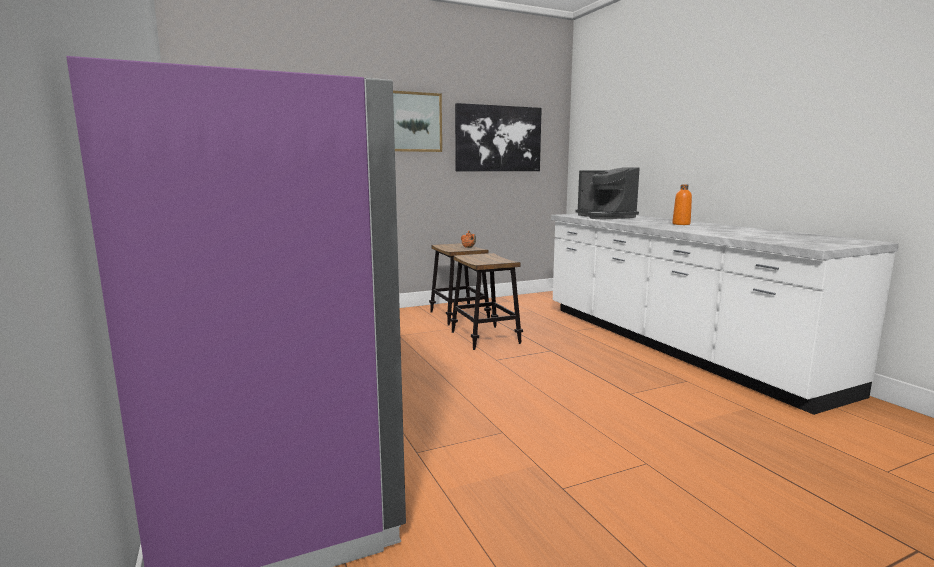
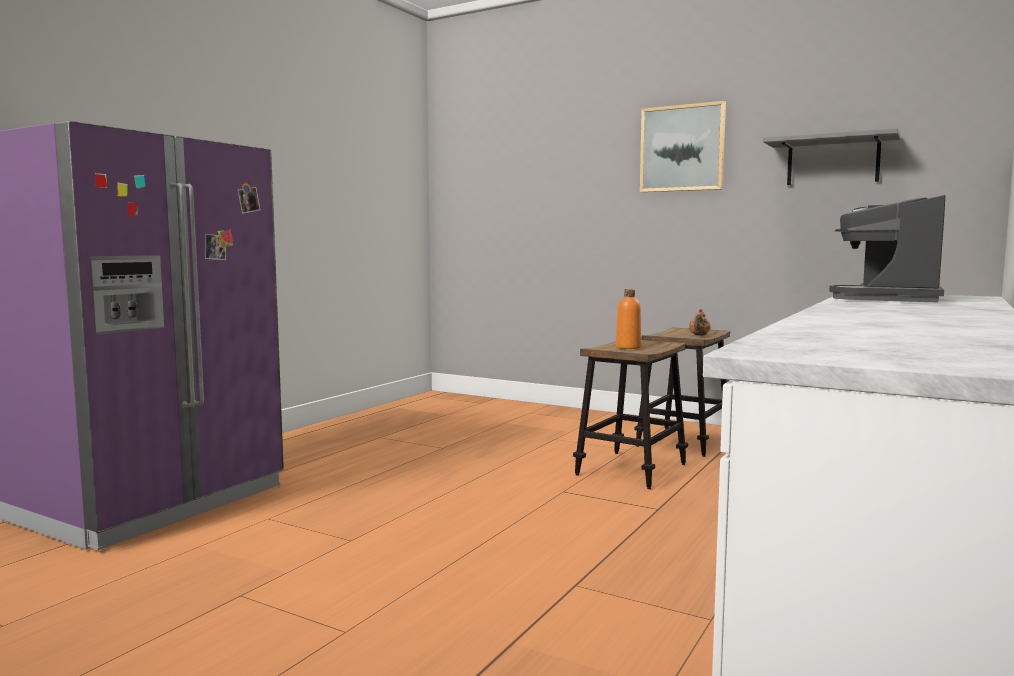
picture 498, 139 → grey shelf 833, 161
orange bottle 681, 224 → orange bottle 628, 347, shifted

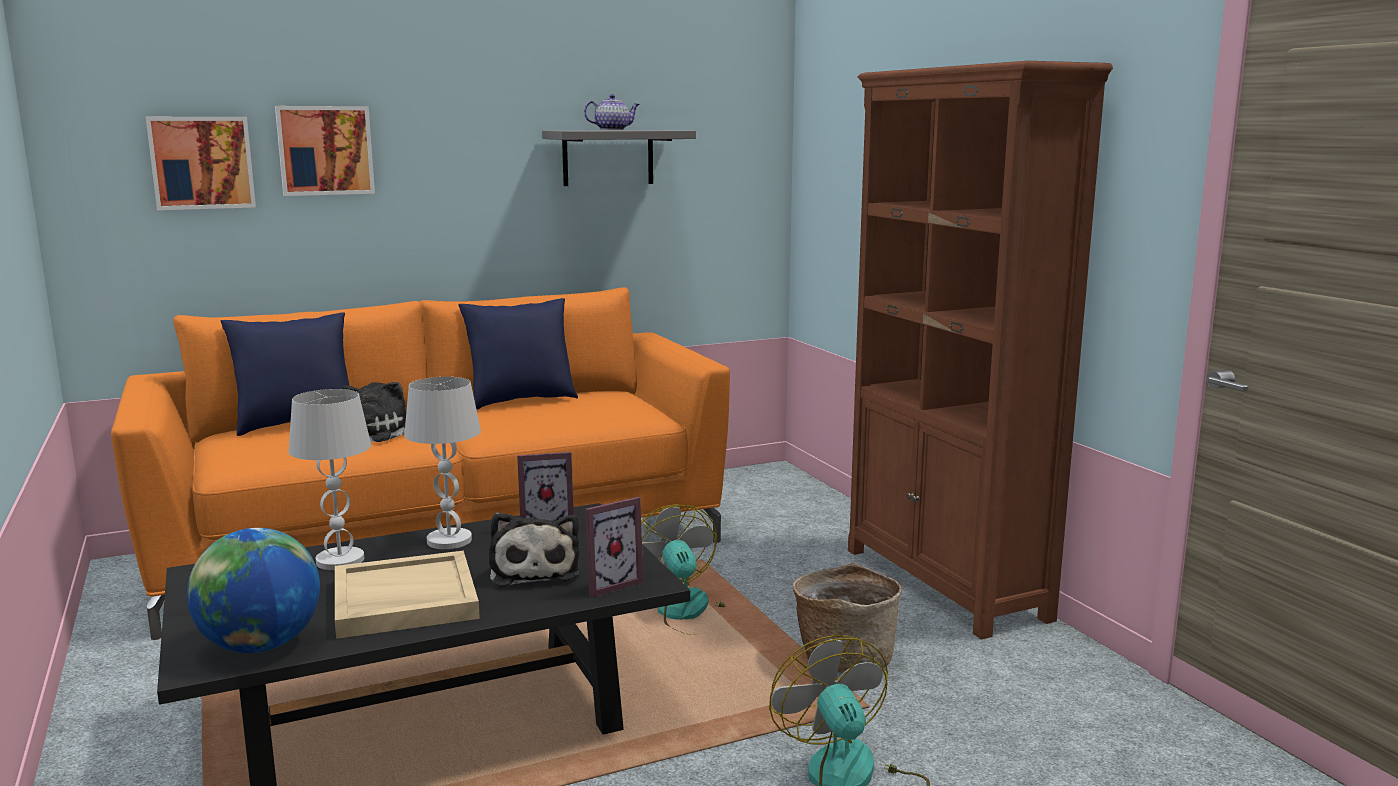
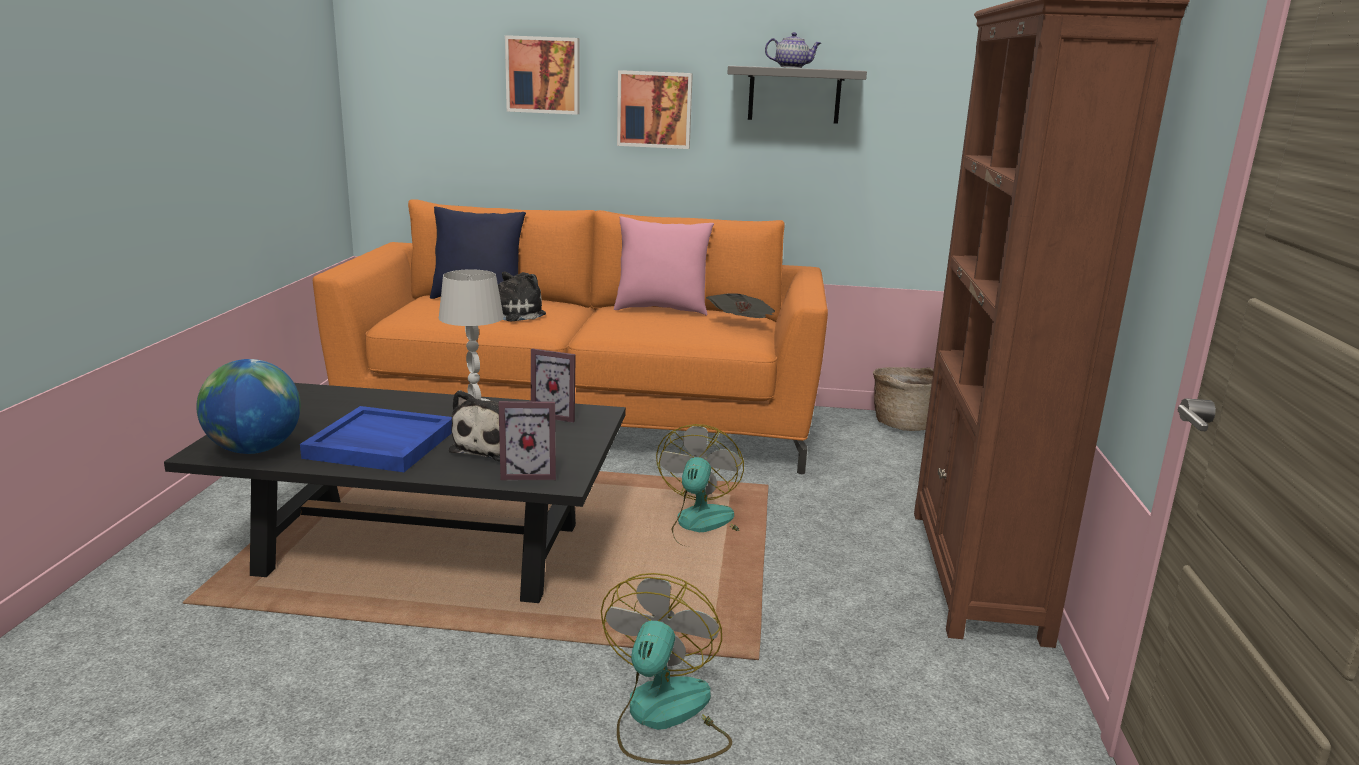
picture 202, 162 → picture 654, 109, shifted
blue pillow 521, 401 → pink pillow 661, 309
white table lamp 340, 560 → -
beige tray 403, 600 → blue tray 379, 444
basket 844, 659 → basket 903, 424, shifted
- → newspaper 741, 325

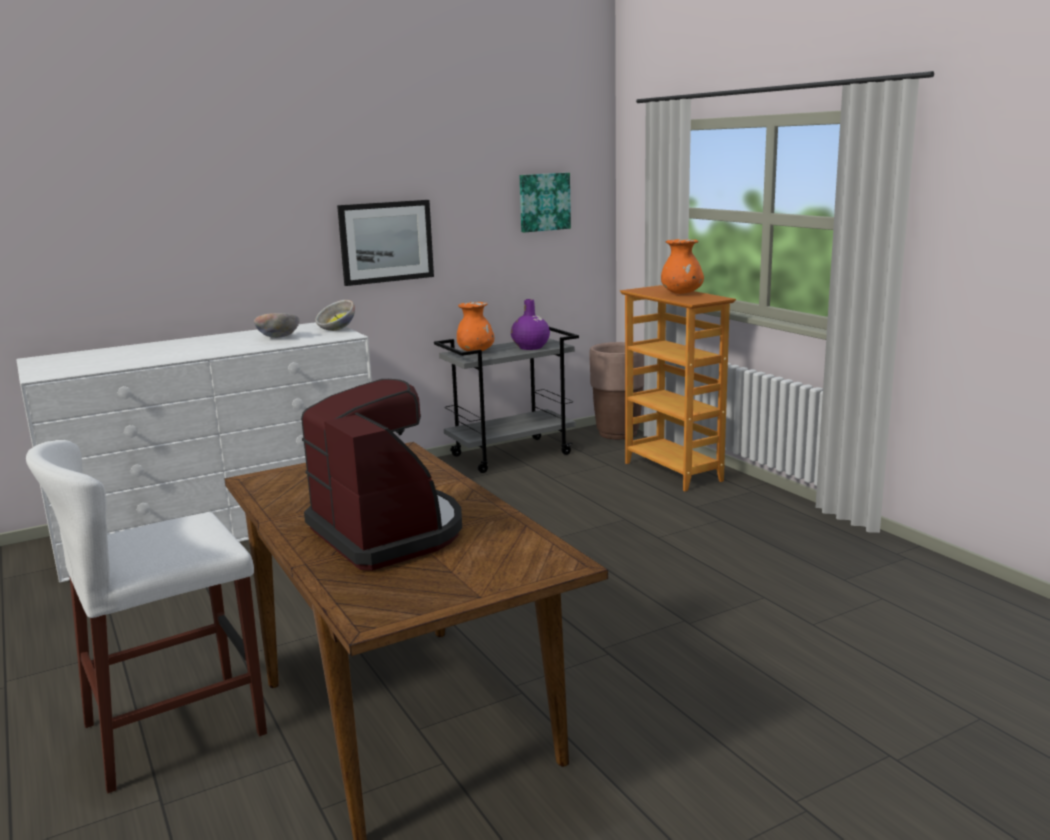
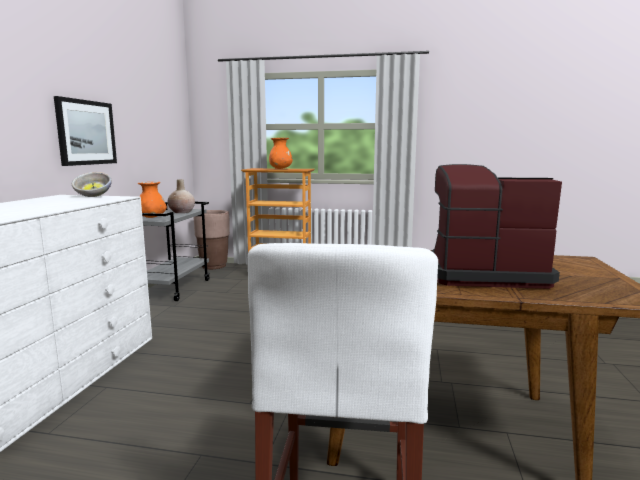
picture 544, 202 → -
purple vase 530, 347 → beige vase 182, 212
bowl 278, 338 → -

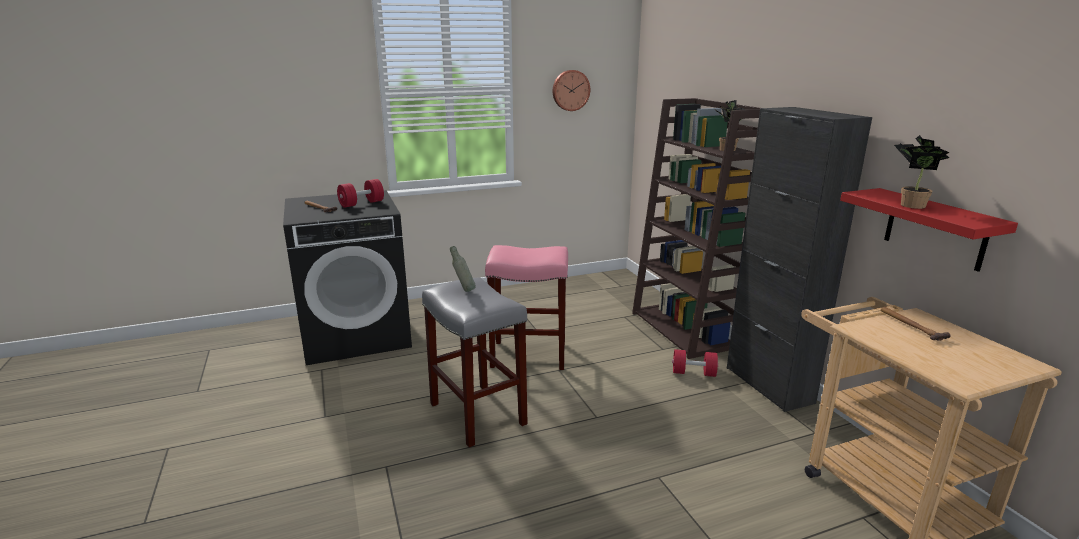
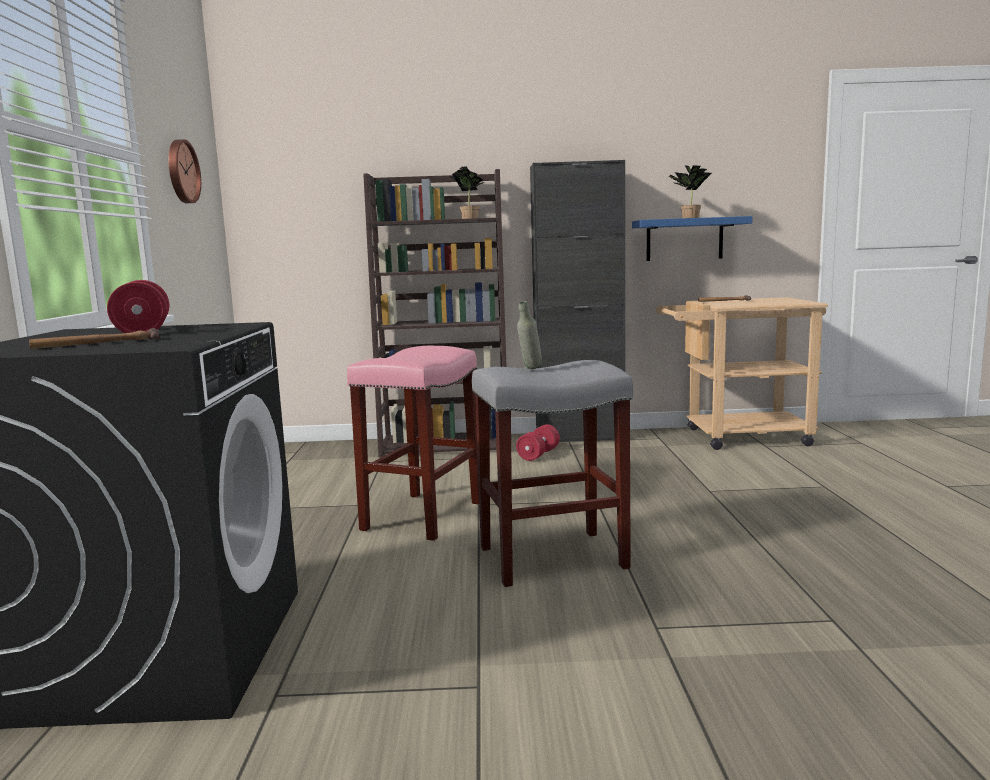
red shelf 935, 229 → blue shelf 684, 239

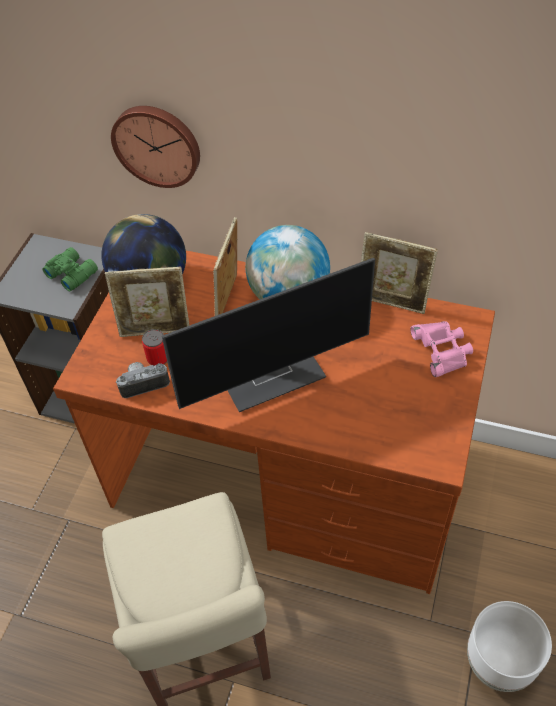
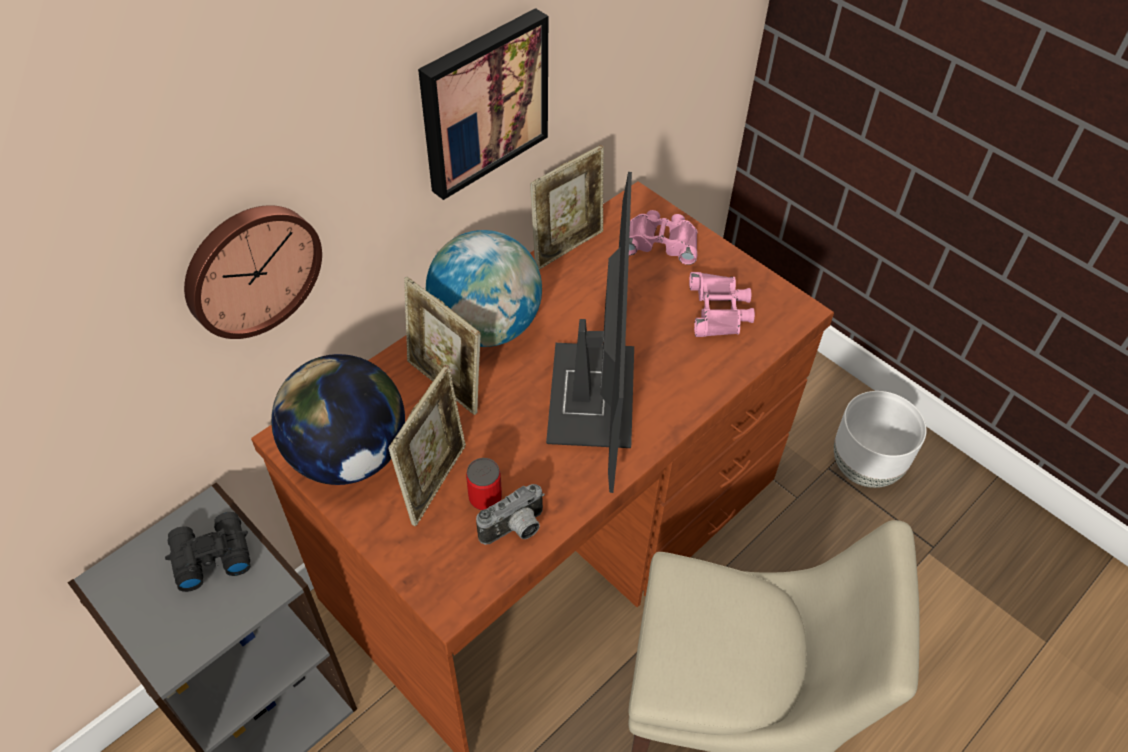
green binoculars 72, 273 → black binoculars 210, 556
photo camera 144, 383 → photo camera 515, 530, 135 degrees counterclockwise
- → picture 482, 101
- → pink binoculars 719, 310

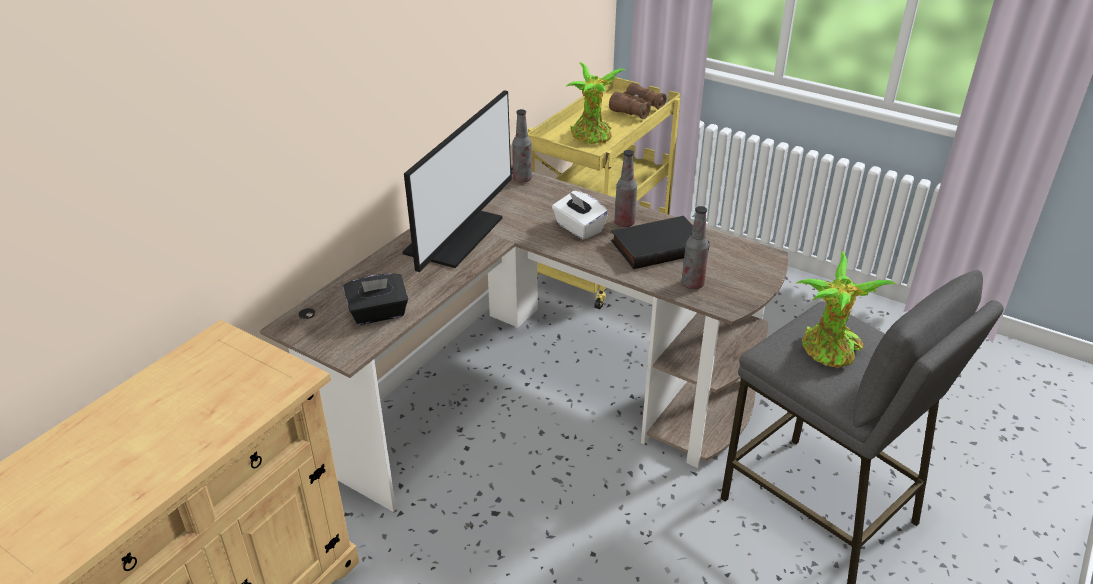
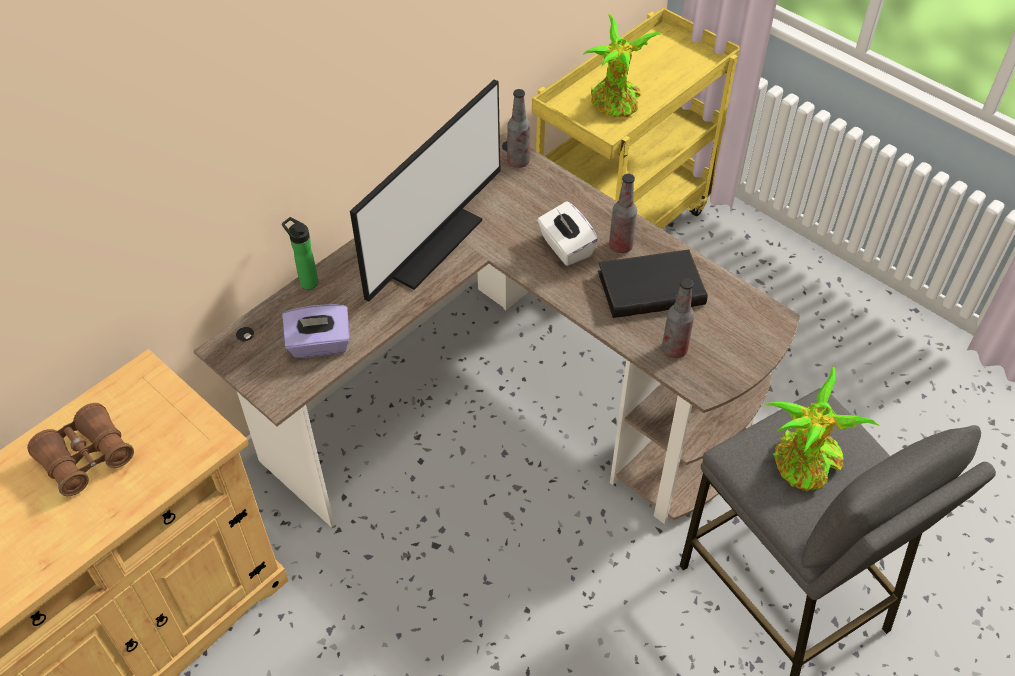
brown binoculars 637, 110 → brown binoculars 86, 458, shifted
black tissue box 378, 314 → purple tissue box 319, 345
- → bottle 306, 281

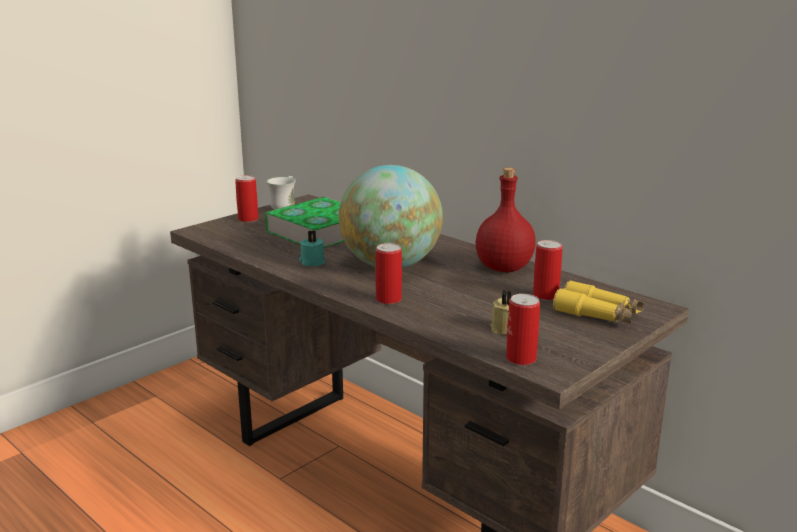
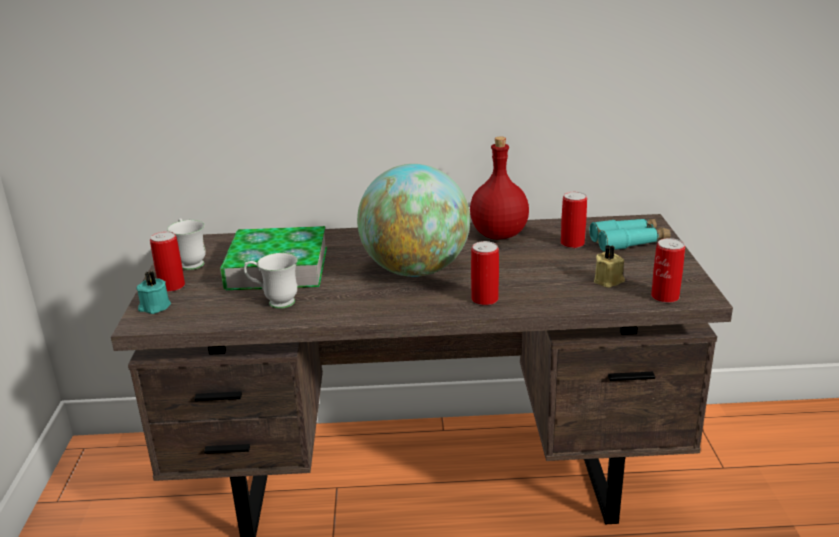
turquoise candle 312, 262 → turquoise candle 154, 307, shifted
yellow binoculars 598, 314 → turquoise binoculars 629, 242
- → white mug 274, 302

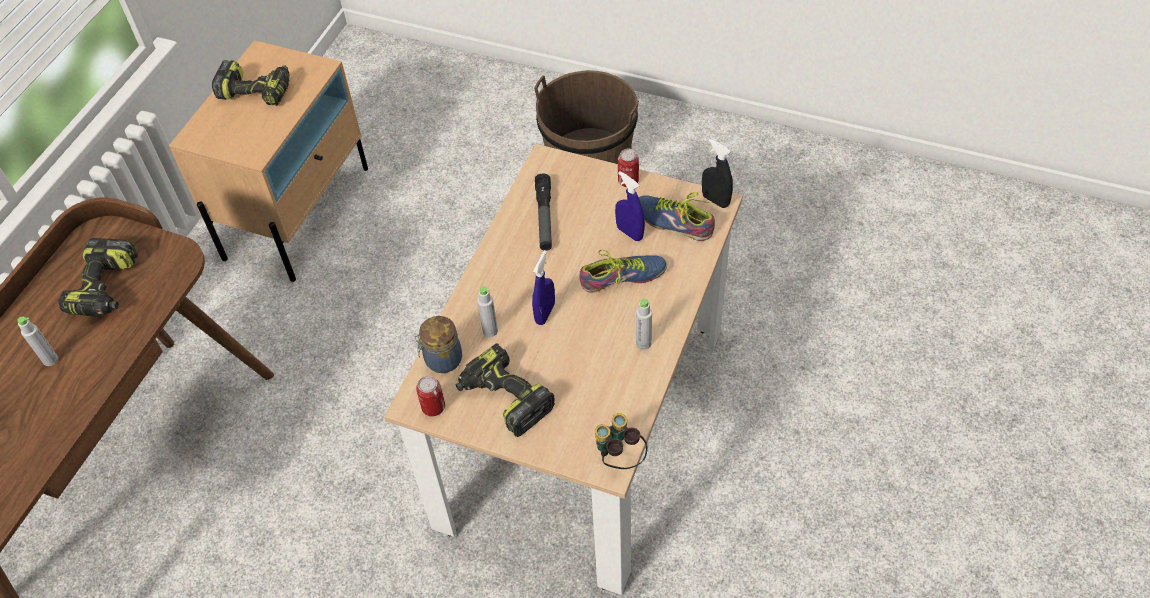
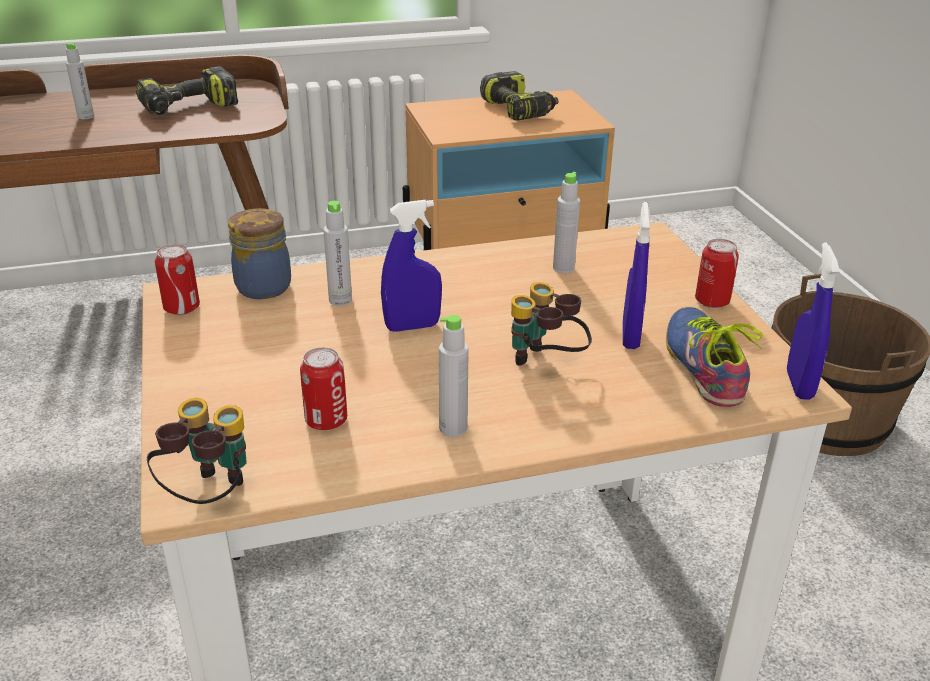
black spray bottle 715, 200 → blue spray bottle 799, 385
flashlight 544, 217 → grey bottle 563, 268
shoe 624, 279 → binoculars 546, 364
power drill 504, 398 → -
- → can 326, 420

